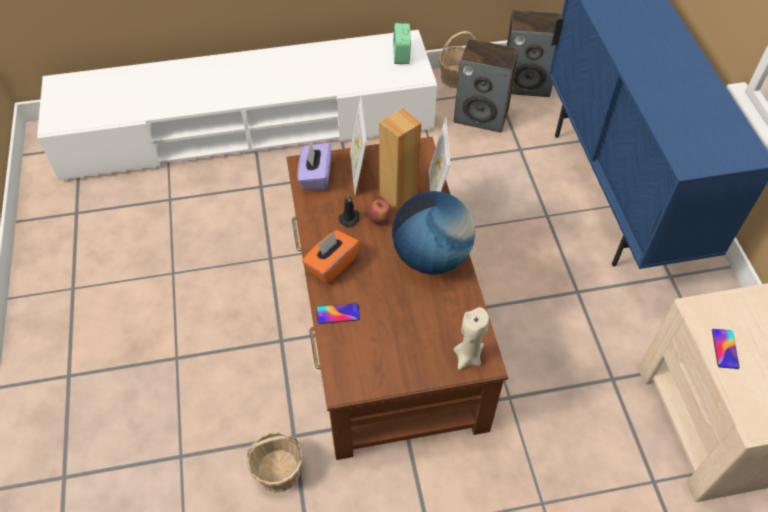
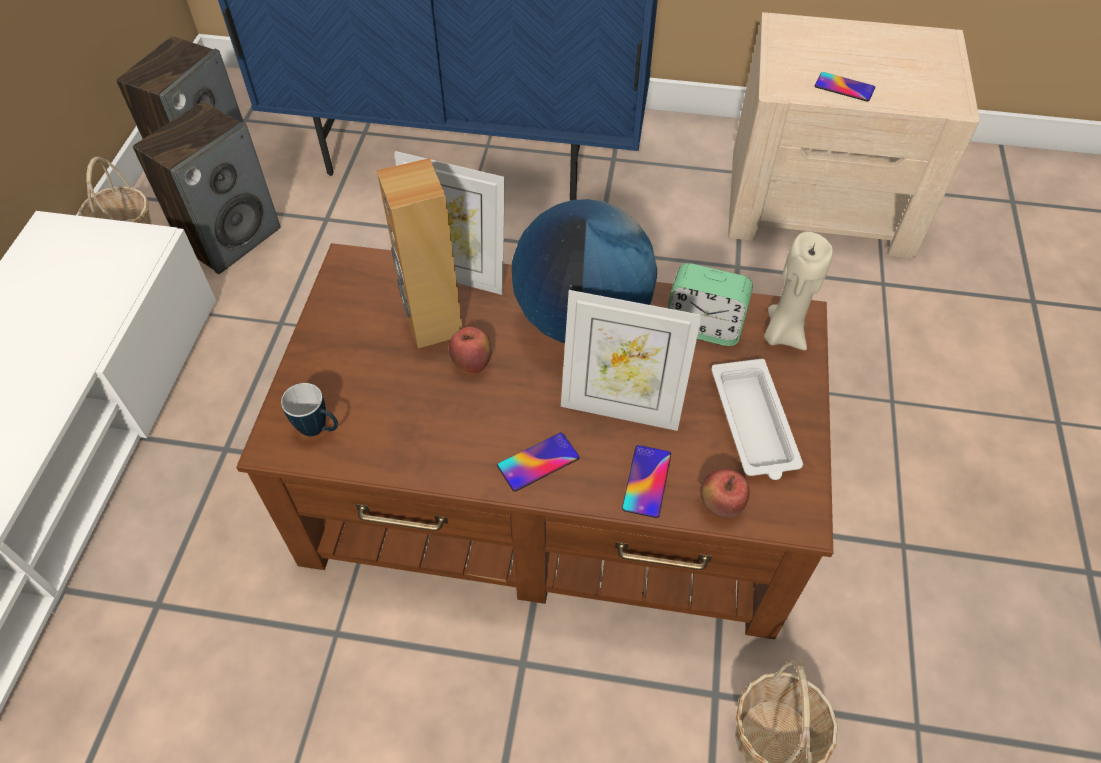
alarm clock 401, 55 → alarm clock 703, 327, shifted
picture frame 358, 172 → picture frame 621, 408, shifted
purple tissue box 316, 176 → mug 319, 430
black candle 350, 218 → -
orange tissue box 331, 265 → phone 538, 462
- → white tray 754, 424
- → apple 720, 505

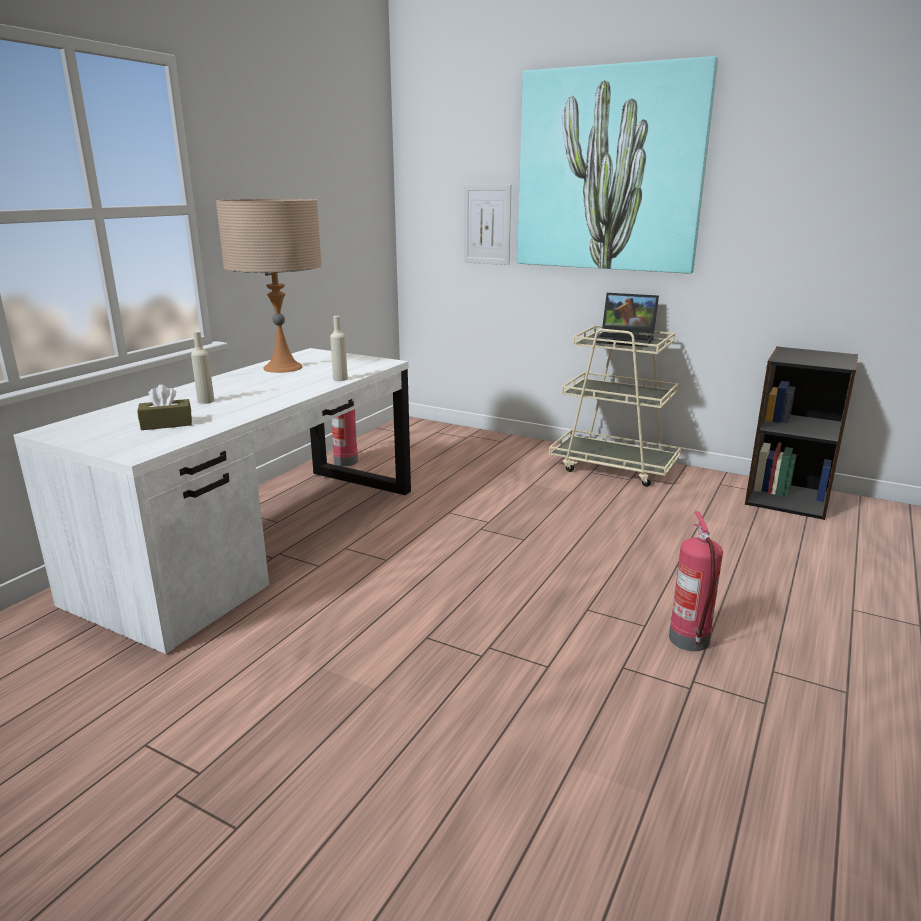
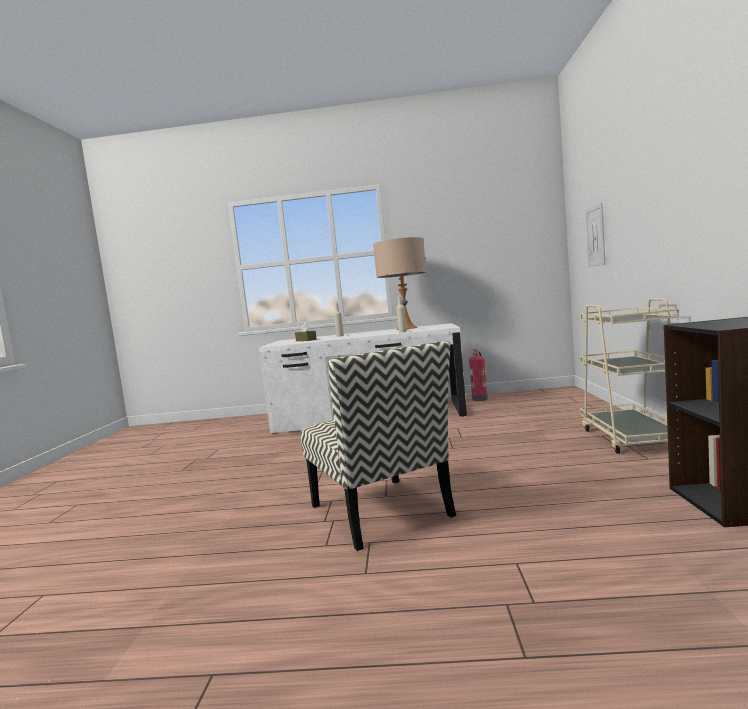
picture 609, 171 → -
laptop 626, 340 → -
fire extinguisher 690, 640 → chair 381, 511

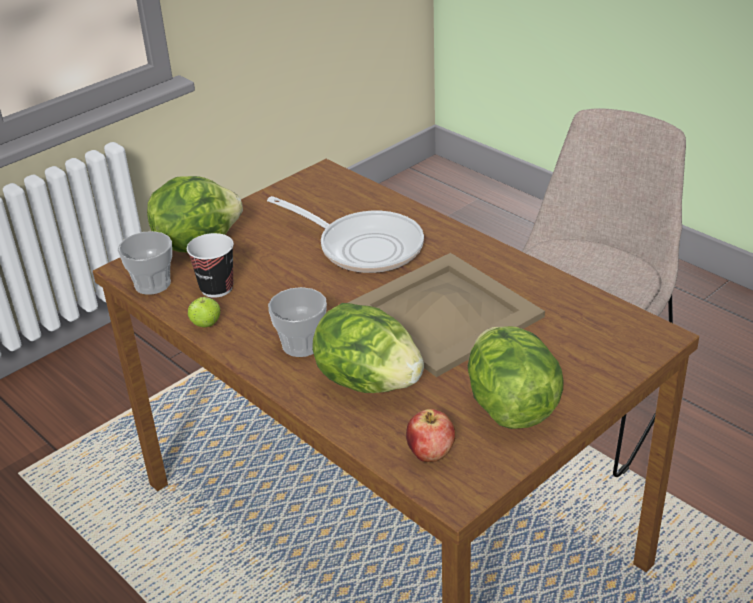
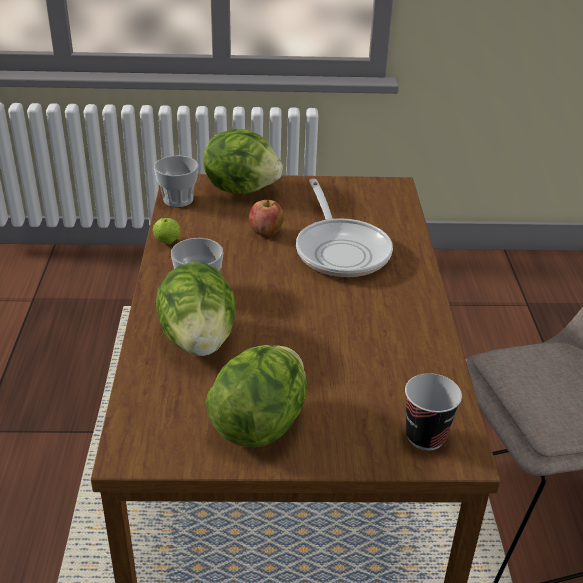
cup 217, 288 → cup 425, 436, shifted
beige tray 444, 312 → -
apple 430, 454 → apple 266, 233, shifted

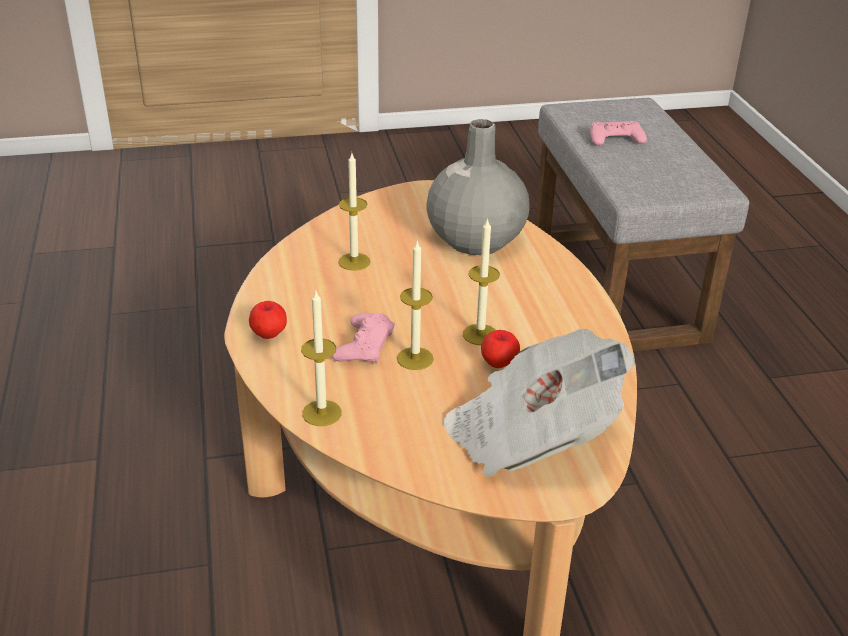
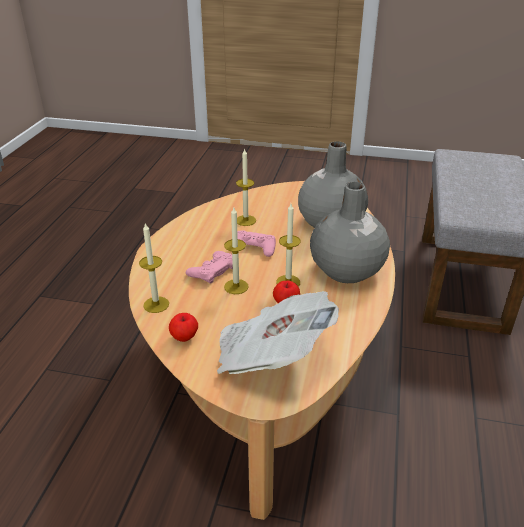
pink game controller 615, 139 → pink game controller 253, 247, shifted
apple 269, 334 → apple 184, 337, shifted
- → grey vase 346, 270

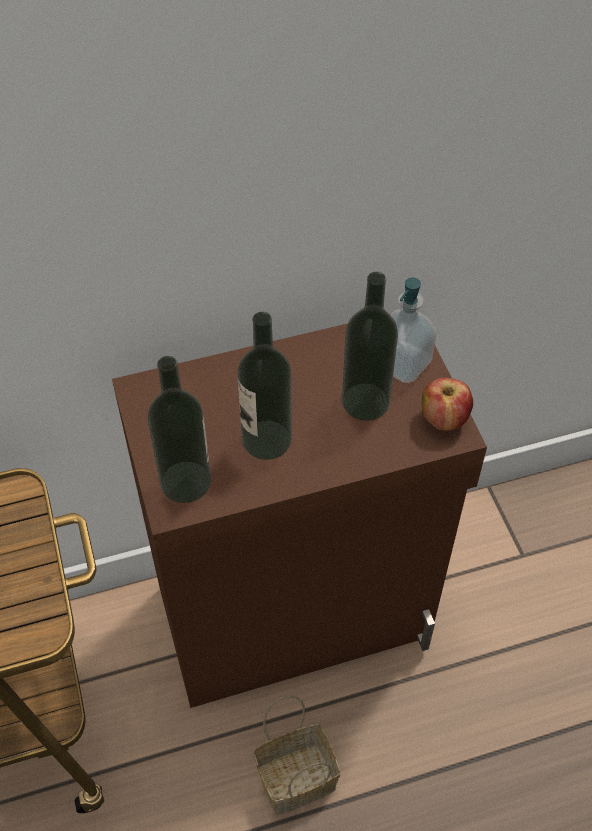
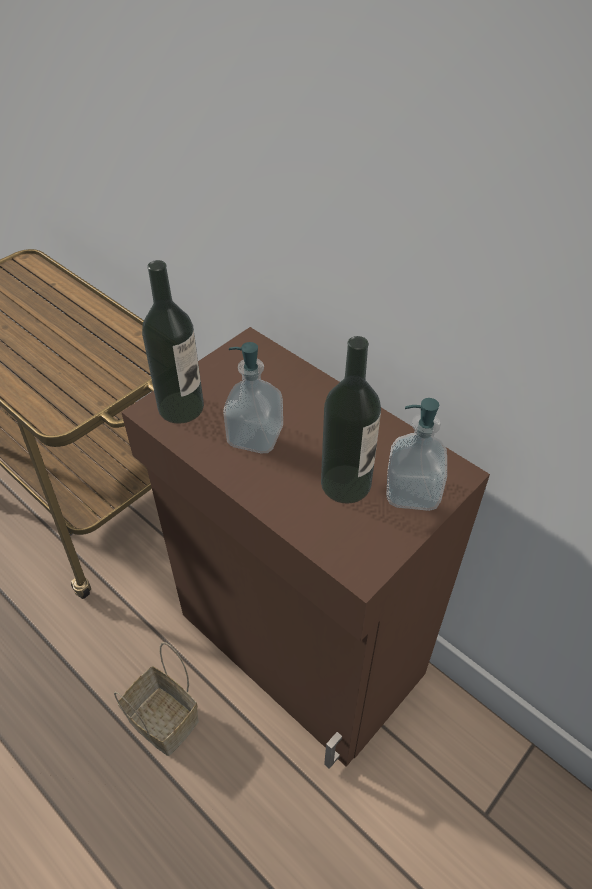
bottle 266, 440 → soap dispenser 255, 436
apple 444, 419 → -

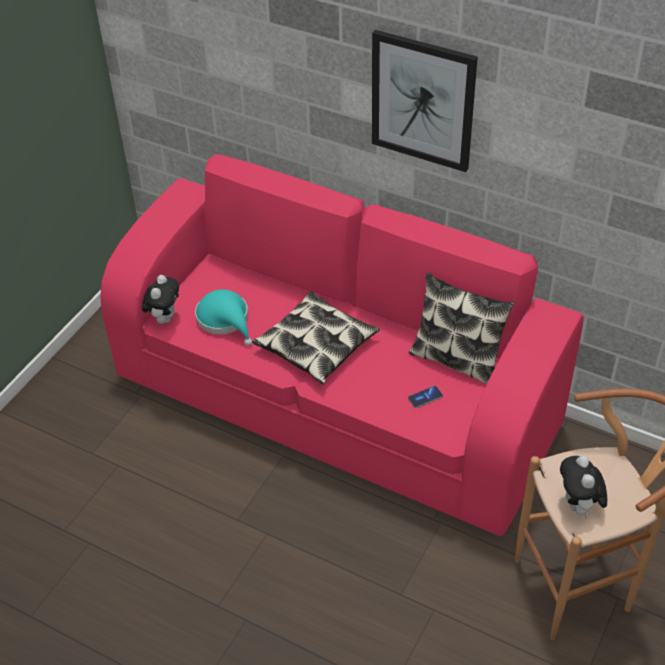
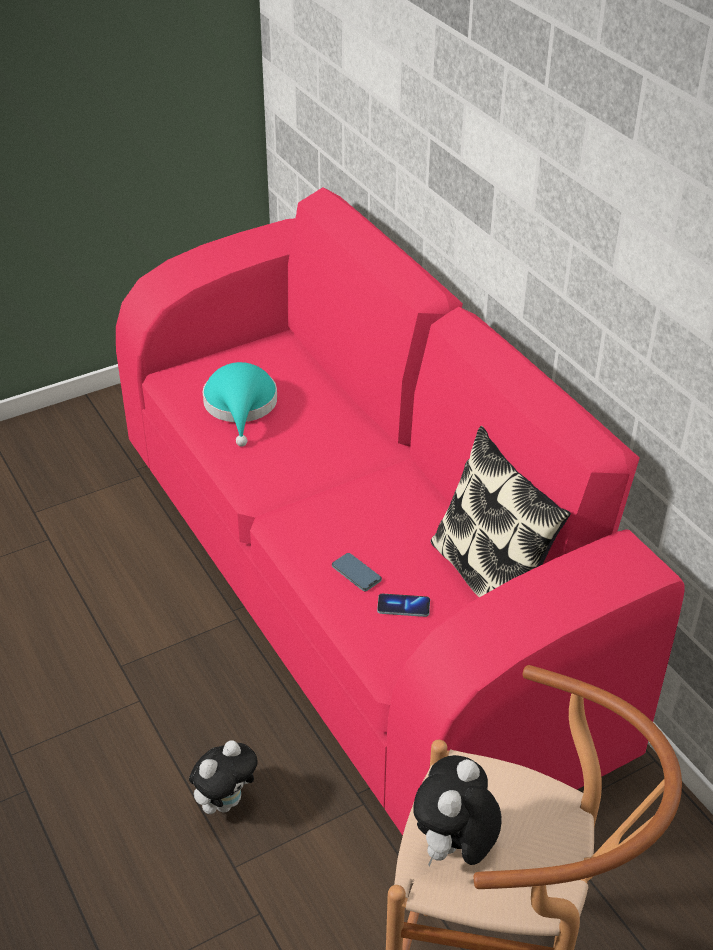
picture 423, 101 → -
plush toy 164, 318 → plush toy 226, 801, shifted
pillow 316, 345 → -
- → phone 356, 574

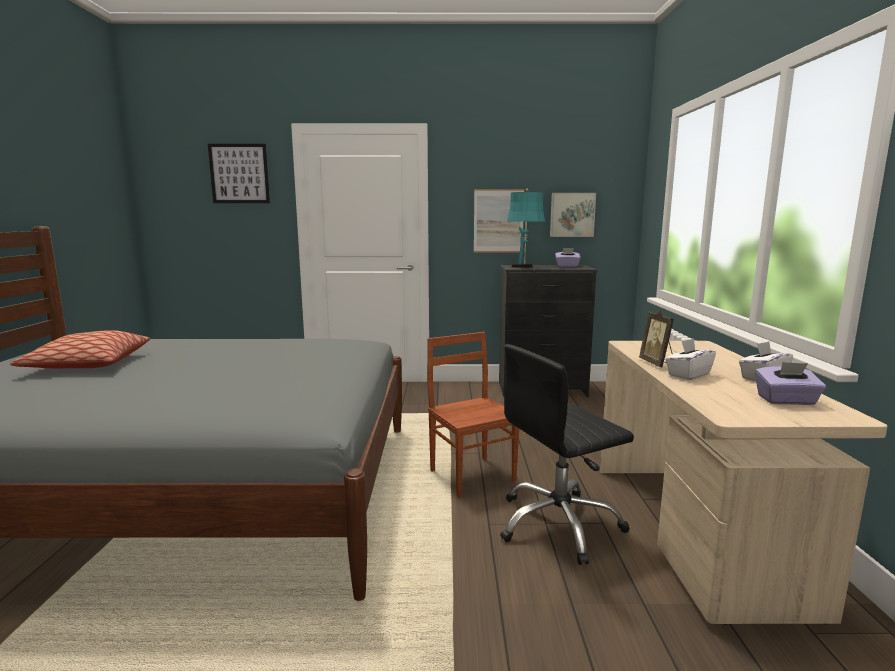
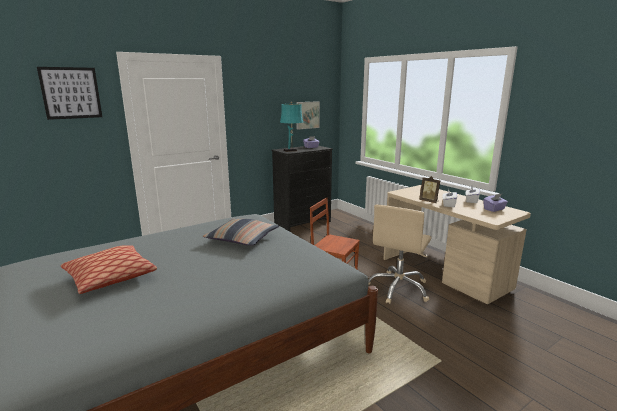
picture 498, 221 → -
black office chair 559, 524 → beige office chair 398, 288
- → pillow 242, 239

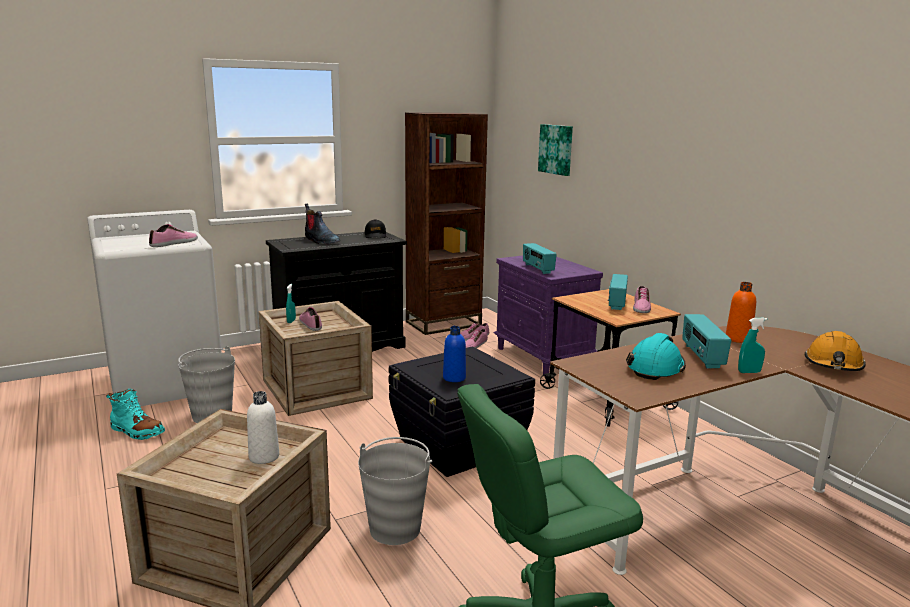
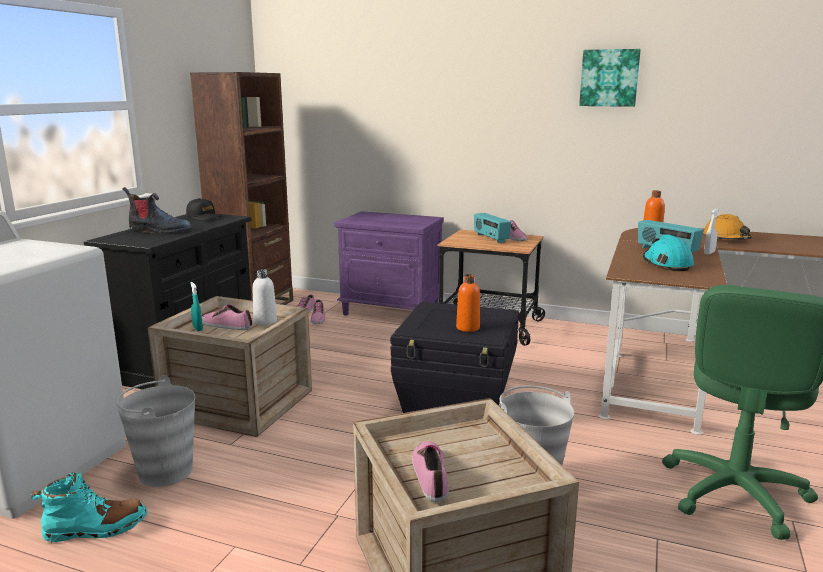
picture 556, 149 → picture 609, 78, shifted
shoe 174, 243 → shoe 431, 475, shifted
radio 537, 269 → -
turquoise spray bottle 749, 372 → white spray bottle 709, 253
blue bottle 454, 378 → orange bottle 468, 328
white bottle 264, 457 → white bottle 265, 321, shifted

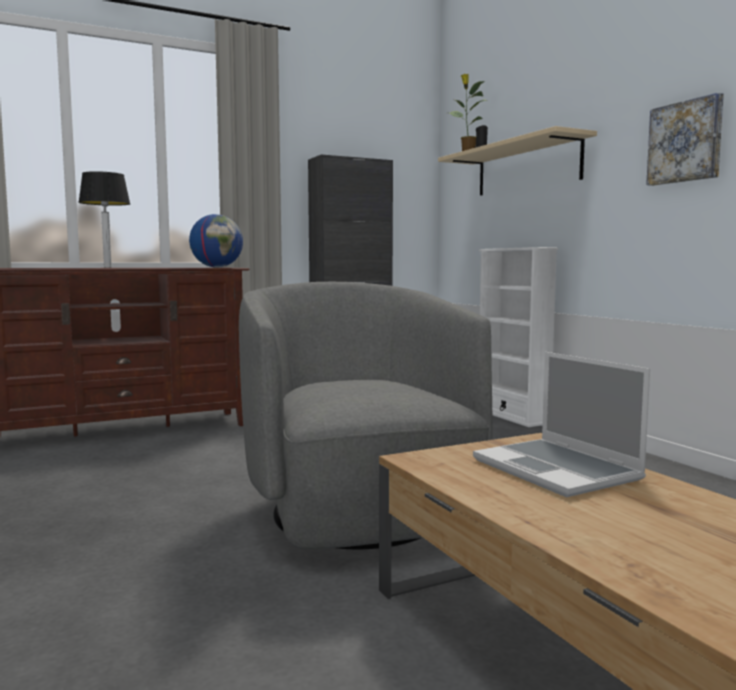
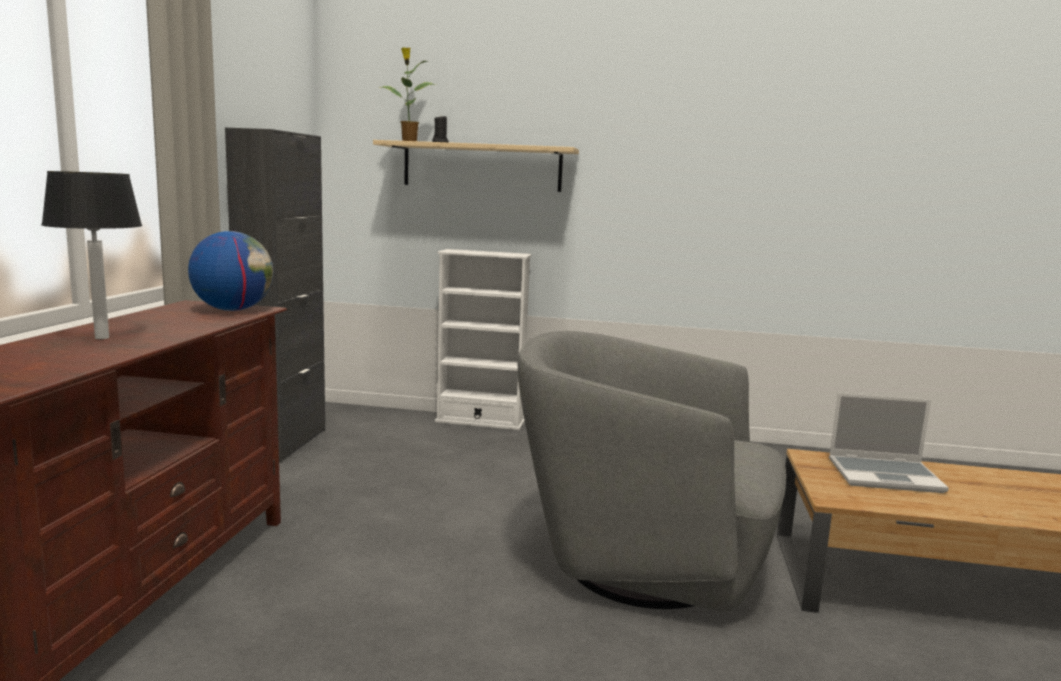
picture 686, 142 → -

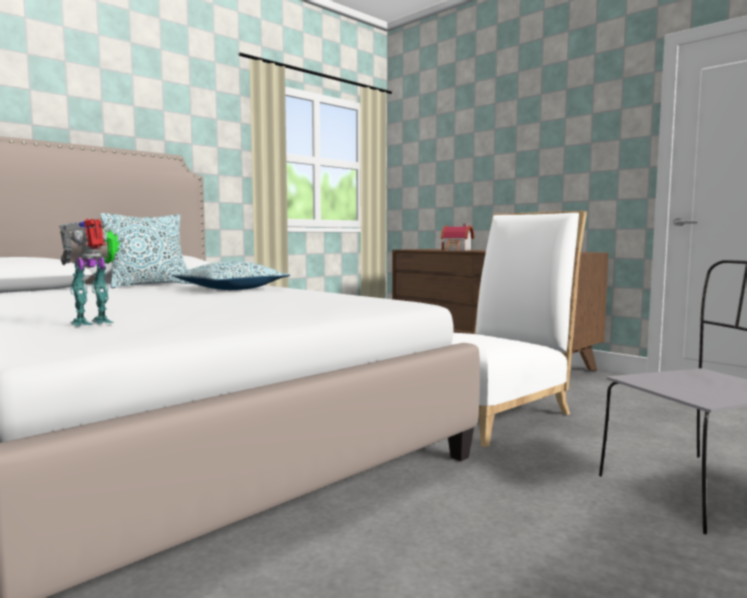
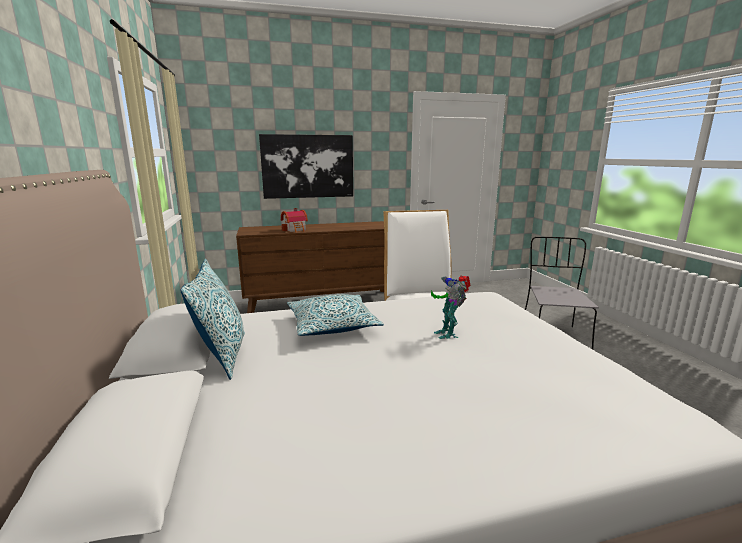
toy robot 94, 323 → toy robot 448, 333, shifted
- → picture 308, 166

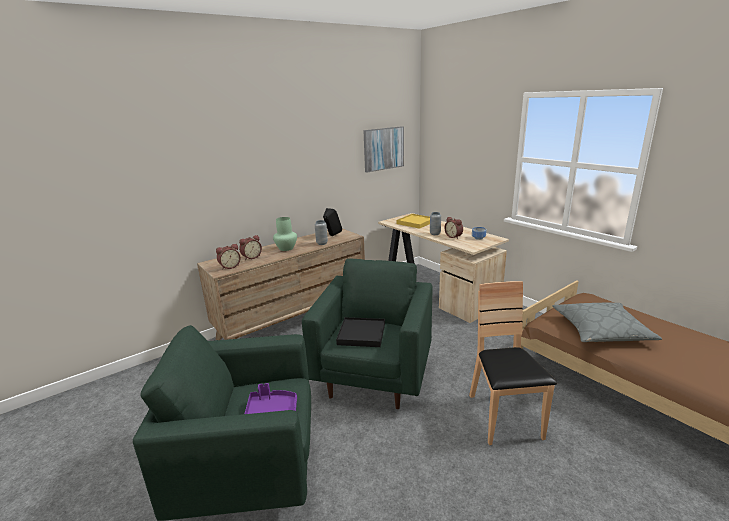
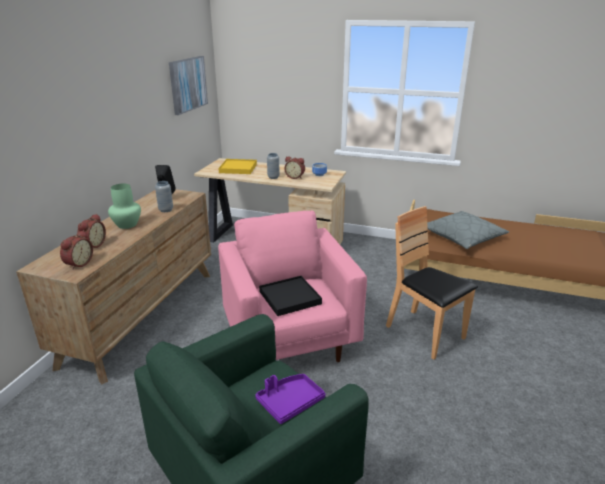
green armchair 374, 376 → pink armchair 290, 341

